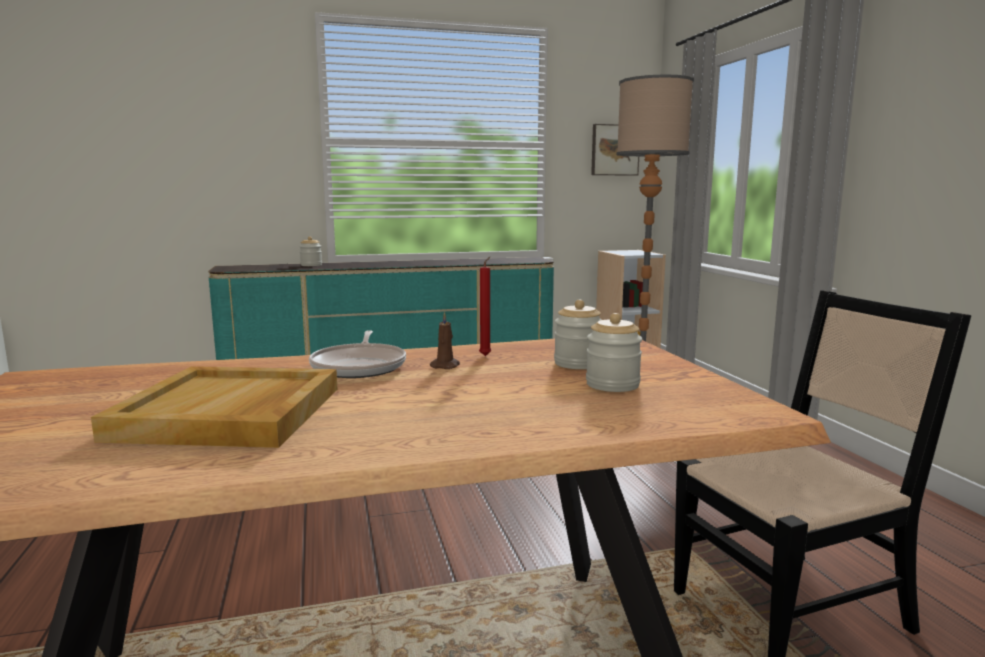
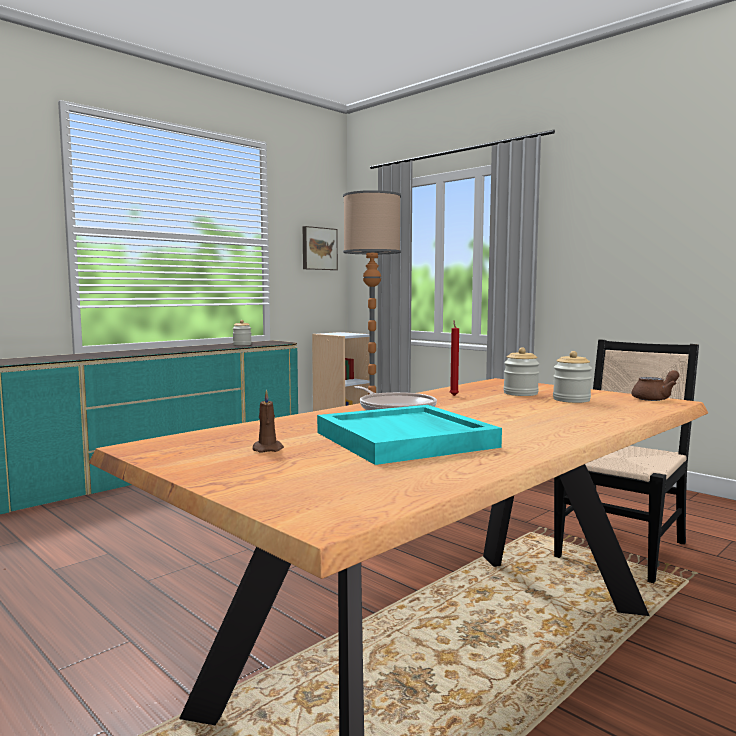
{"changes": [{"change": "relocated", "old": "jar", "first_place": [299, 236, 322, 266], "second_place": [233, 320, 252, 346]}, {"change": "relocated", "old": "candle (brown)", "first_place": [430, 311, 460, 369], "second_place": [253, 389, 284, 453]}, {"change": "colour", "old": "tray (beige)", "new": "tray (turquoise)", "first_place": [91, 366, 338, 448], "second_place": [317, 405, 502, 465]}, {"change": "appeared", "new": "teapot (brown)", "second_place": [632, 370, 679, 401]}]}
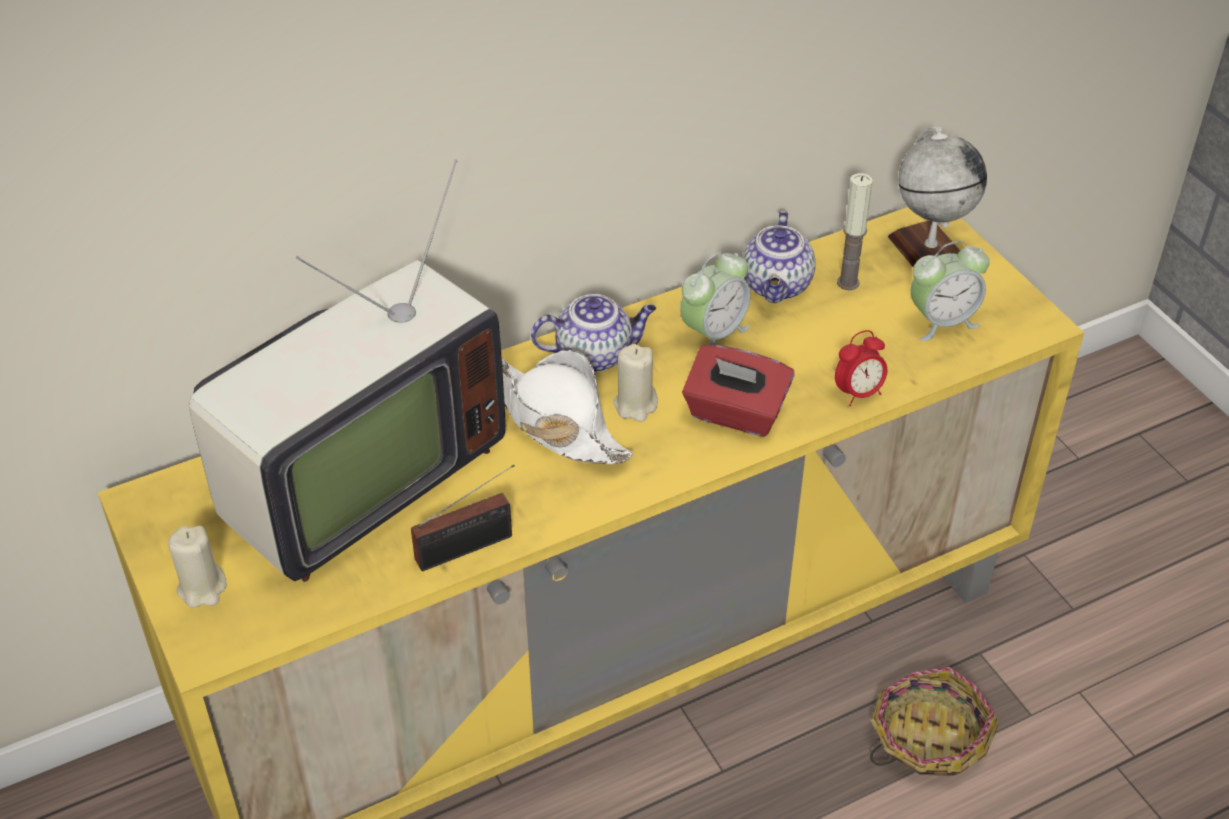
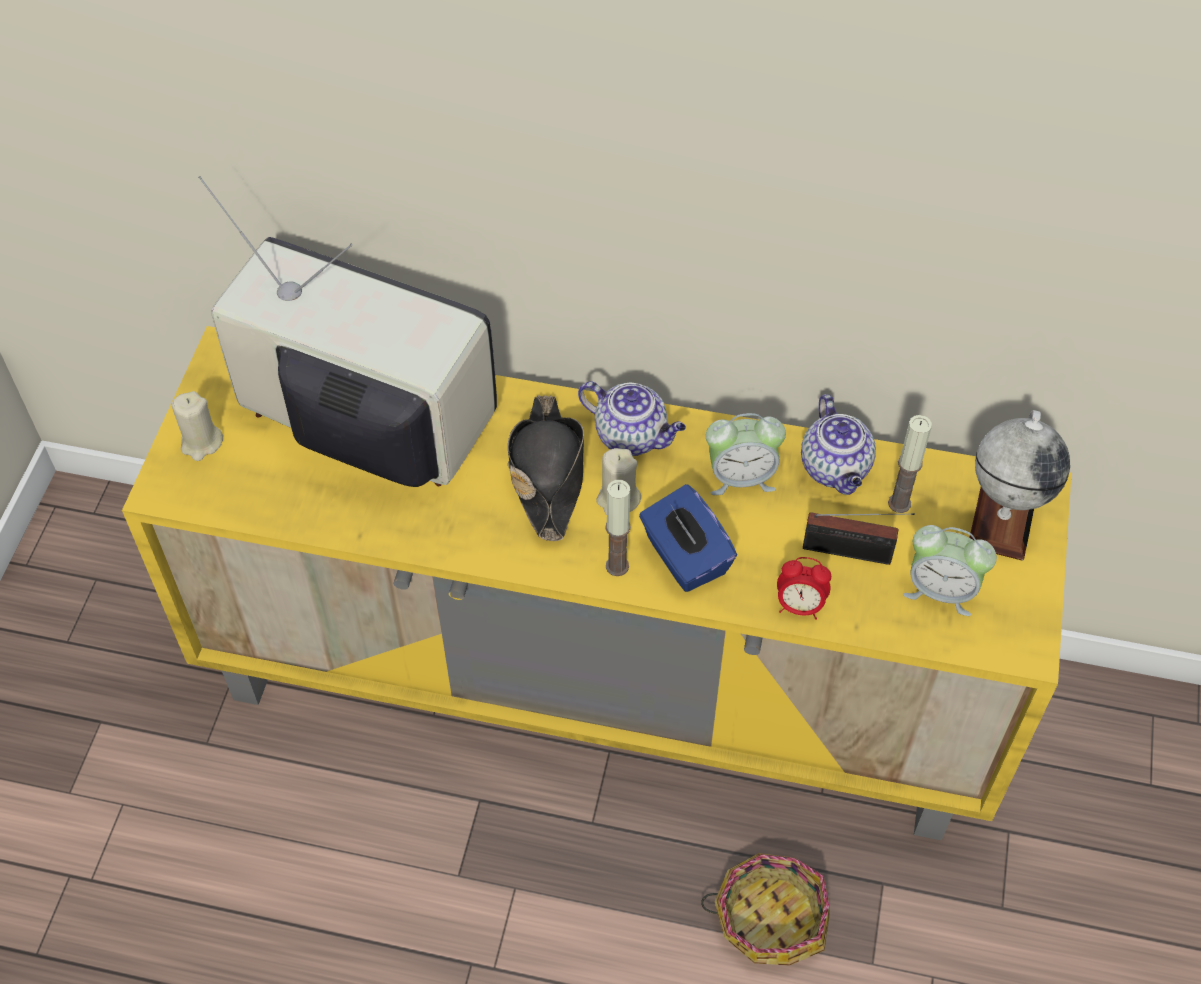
{"changes": [{"change": "spun", "old": "television", "first_place": [189, 160, 506, 582], "second_place": [198, 176, 497, 487], "degrees": -150}, {"change": "colour", "old": "hat (white)", "new": "hat (black)", "first_place": [502, 350, 633, 464], "second_place": [508, 395, 584, 541]}, {"change": "appeared", "new": "candle", "second_place": [605, 480, 631, 576]}, {"change": "colour", "old": "tissue box (red)", "new": "tissue box (blue)", "first_place": [682, 345, 795, 436], "second_place": [639, 484, 737, 592]}, {"change": "spun", "old": "teapot", "first_place": [742, 211, 816, 303], "second_place": [801, 394, 876, 495], "degrees": -60}, {"change": "relocated", "old": "radio", "first_place": [411, 464, 514, 571], "second_place": [803, 512, 915, 565]}]}
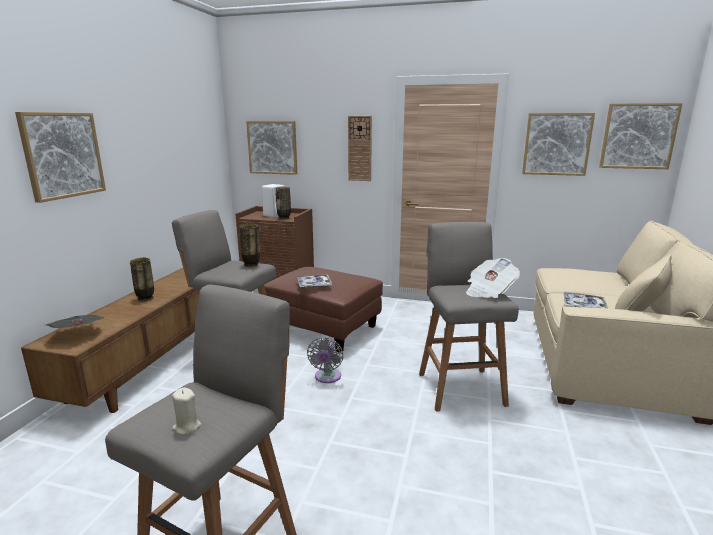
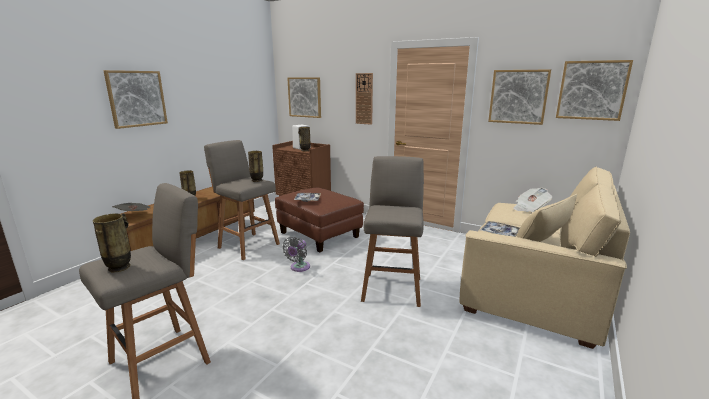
{"changes": [{"change": "exchanged", "old": "candle (beige)", "new": "vase", "first_place": [172, 388, 201, 435], "second_place": [93, 213, 131, 272]}, {"change": "relocated", "old": "newspaper", "first_place": [466, 258, 520, 298], "second_place": [513, 188, 552, 212]}]}
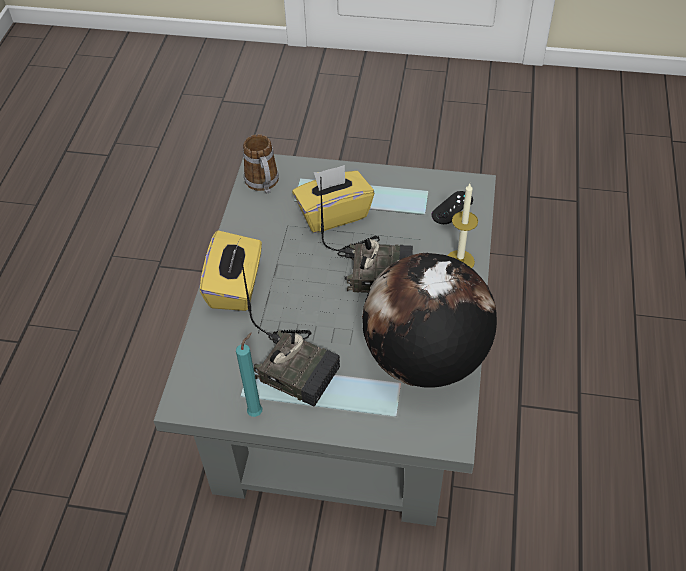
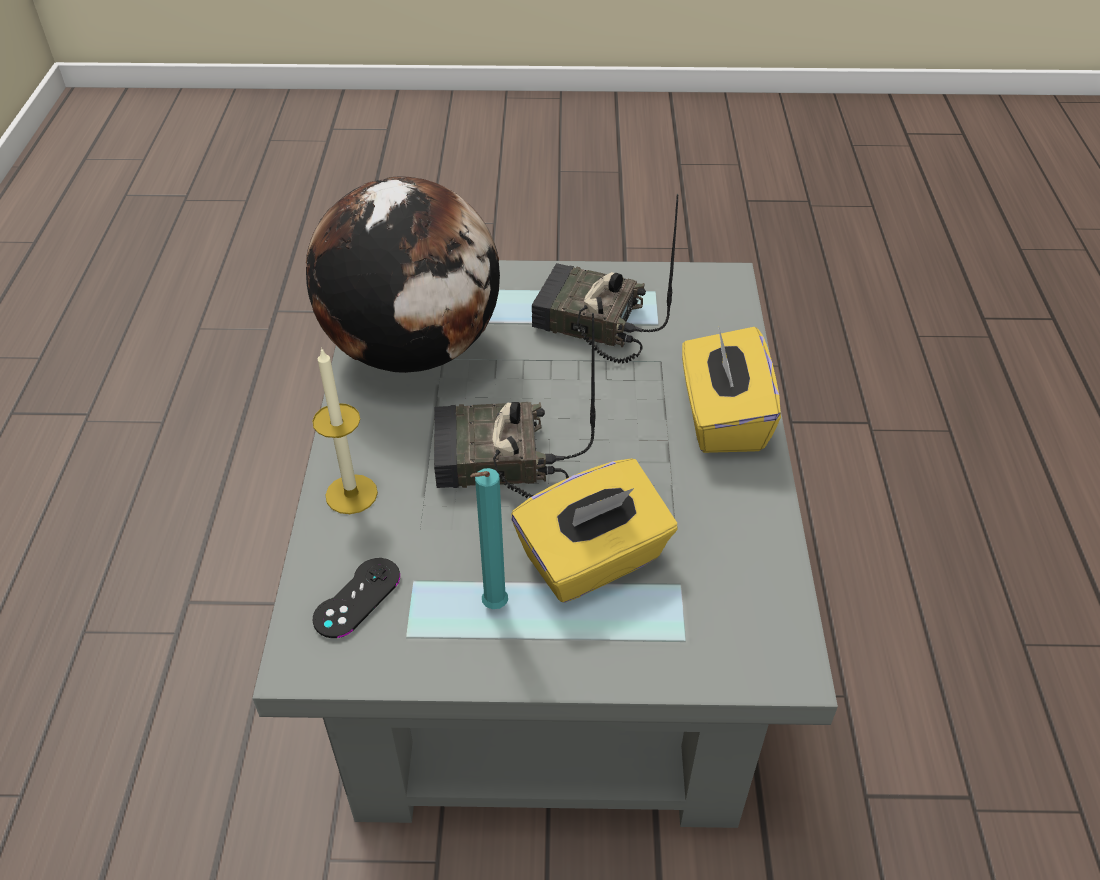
{"changes": [{"change": "relocated", "old": "candle (turquoise)", "first_place": [236, 332, 263, 417], "second_place": [470, 468, 508, 609]}, {"change": "missing", "old": "mug", "first_place": [243, 134, 279, 194]}]}
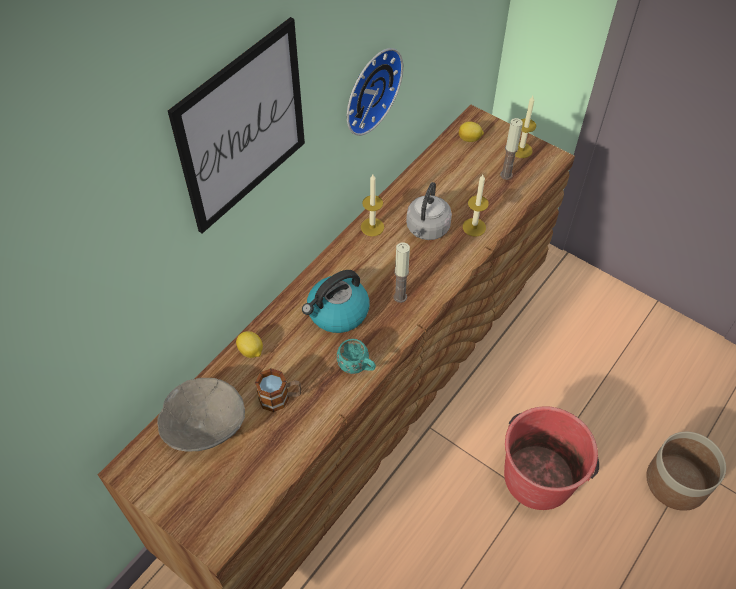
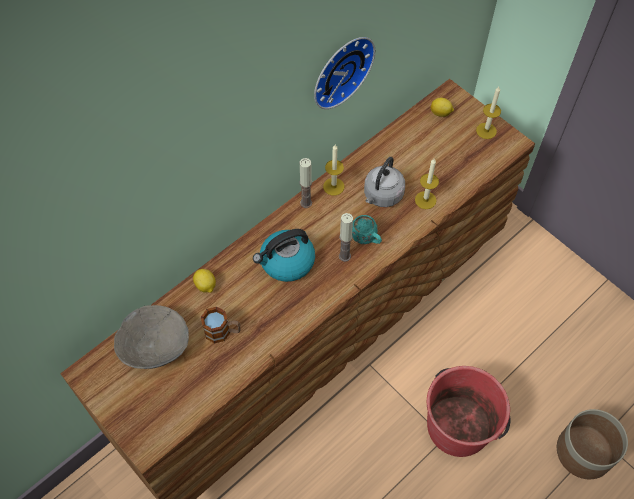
{"changes": [{"change": "relocated", "old": "candle", "first_place": [500, 118, 523, 180], "second_place": [299, 158, 312, 208]}, {"change": "relocated", "old": "mug (turquoise)", "first_place": [337, 339, 376, 374], "second_place": [352, 215, 382, 244]}, {"change": "missing", "old": "picture", "first_place": [168, 17, 305, 233]}]}
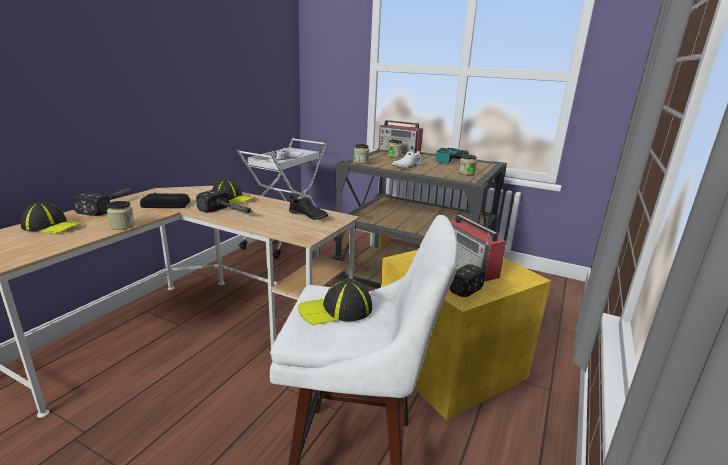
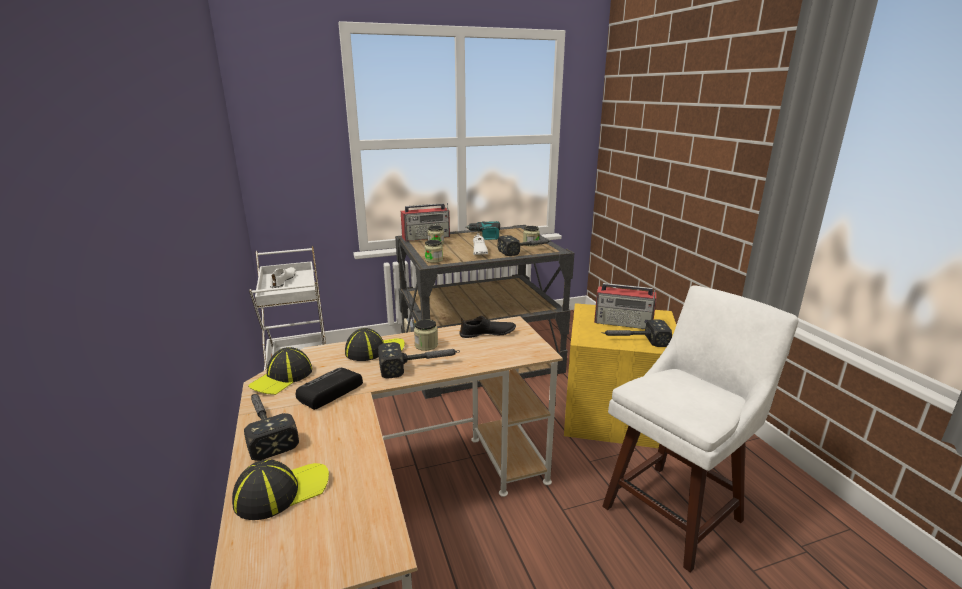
{"changes": [{"change": "relocated", "old": "cap", "first_place": [298, 279, 372, 325], "second_place": [248, 347, 312, 395]}, {"change": "relocated", "old": "jar", "first_place": [107, 201, 135, 230], "second_place": [414, 319, 438, 351]}, {"change": "appeared", "new": "hammer", "second_place": [498, 235, 551, 256]}]}
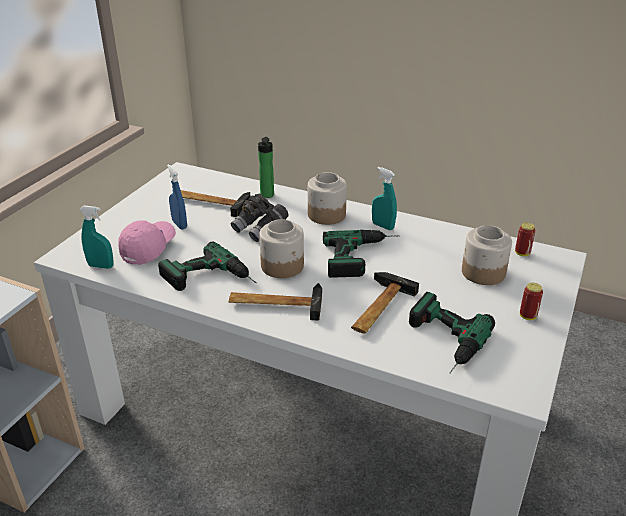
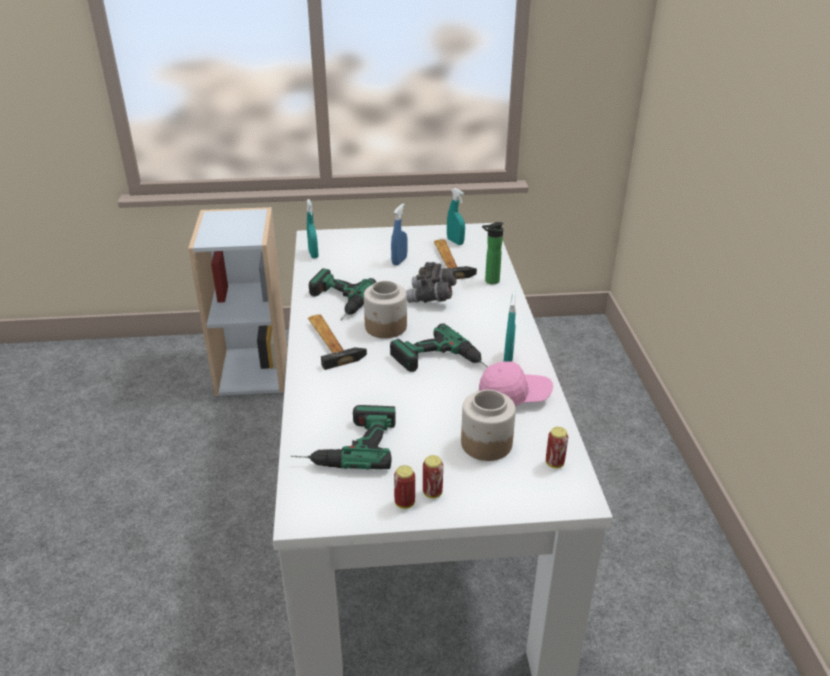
{"changes": [{"change": "appeared", "new": "can", "second_place": [394, 465, 415, 509]}, {"change": "appeared", "new": "spray bottle (turquoise)", "second_place": [447, 188, 465, 245]}, {"change": "relocated", "old": "cap (pink)", "first_place": [118, 220, 176, 265], "second_place": [479, 361, 553, 406]}, {"change": "missing", "old": "jar", "first_place": [308, 172, 347, 225]}, {"change": "missing", "old": "hammer", "first_place": [351, 272, 419, 333]}]}
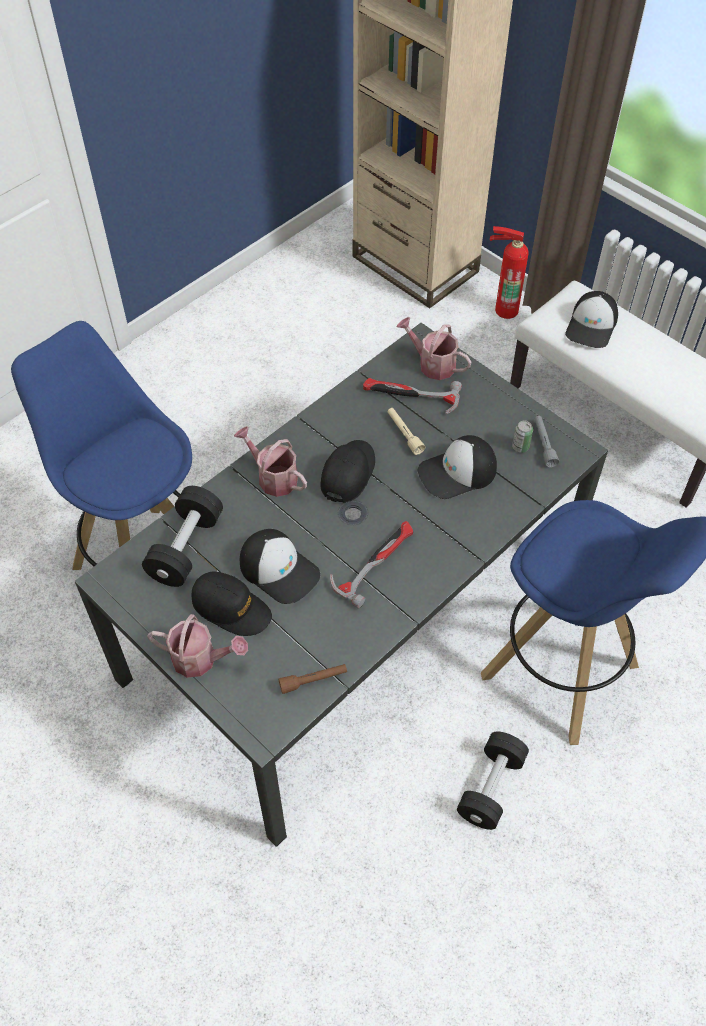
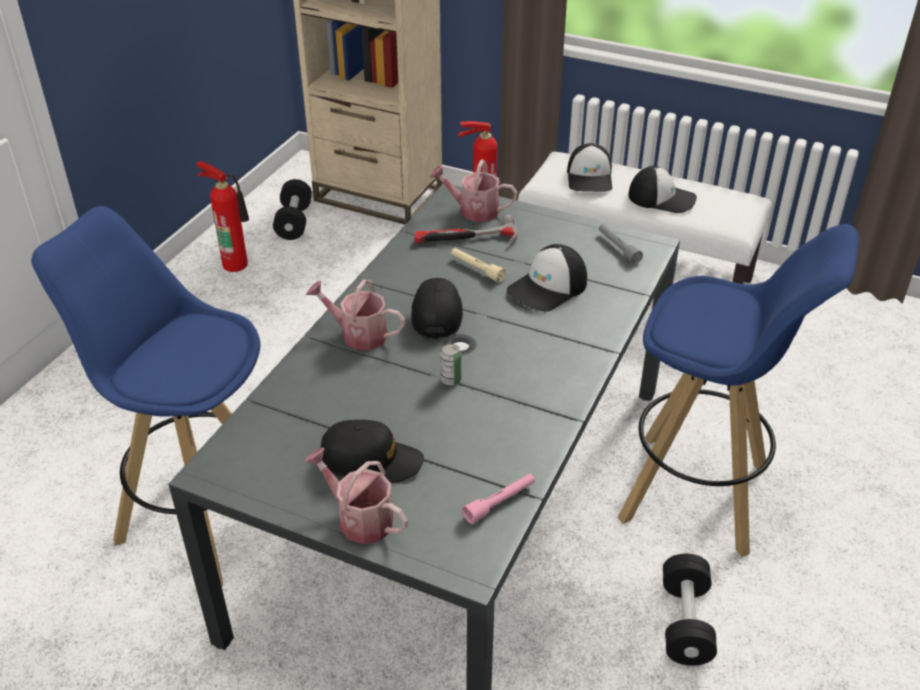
{"changes": [{"change": "appeared", "new": "fire extinguisher", "second_place": [196, 161, 249, 272]}, {"change": "relocated", "old": "dumbbell (black)", "first_place": [142, 486, 223, 587], "second_place": [273, 179, 312, 240]}, {"change": "spun", "old": "watering can", "first_place": [147, 614, 248, 678], "second_place": [304, 447, 408, 544], "degrees": -135}, {"change": "relocated", "old": "can", "first_place": [512, 421, 533, 453], "second_place": [440, 344, 461, 385]}, {"change": "colour", "old": "flashlight (brown)", "new": "flashlight (pink)", "first_place": [278, 664, 347, 694], "second_place": [462, 474, 535, 524]}, {"change": "relocated", "old": "cap", "first_place": [240, 529, 320, 604], "second_place": [628, 166, 697, 213]}, {"change": "missing", "old": "hammer", "first_place": [330, 521, 413, 608]}]}
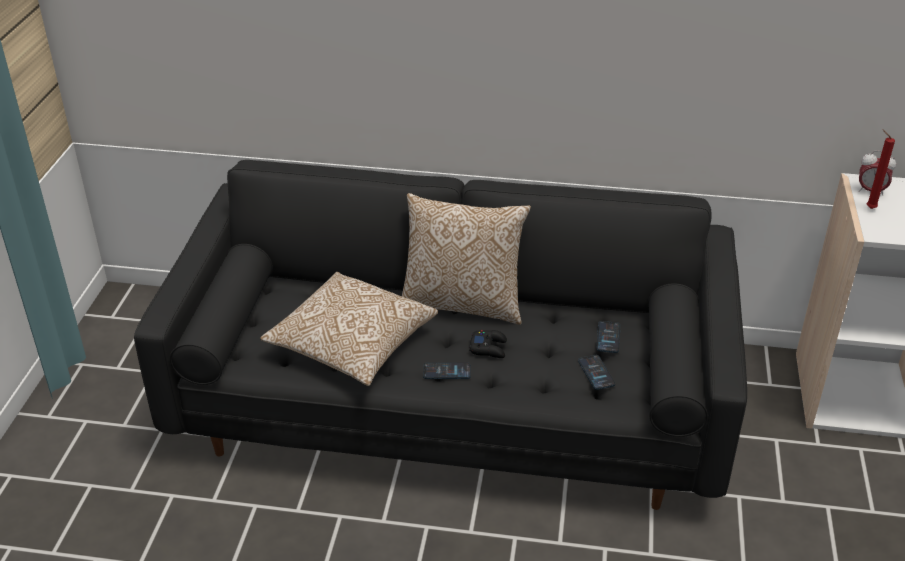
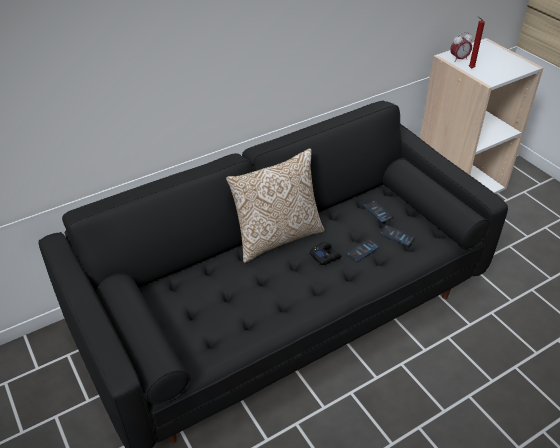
{"changes": [{"change": "relocated", "old": "phone", "first_place": [423, 362, 471, 379], "second_place": [346, 239, 379, 262]}, {"change": "missing", "old": "pillow", "first_place": [260, 272, 438, 386]}]}
